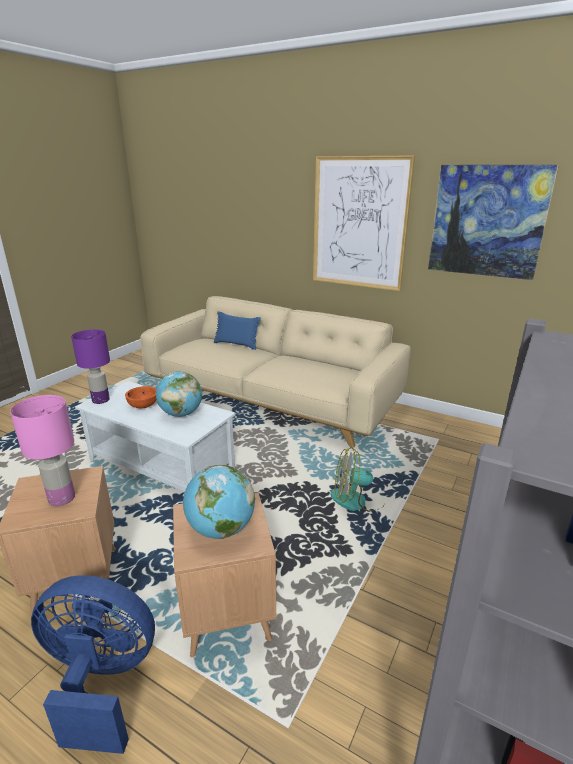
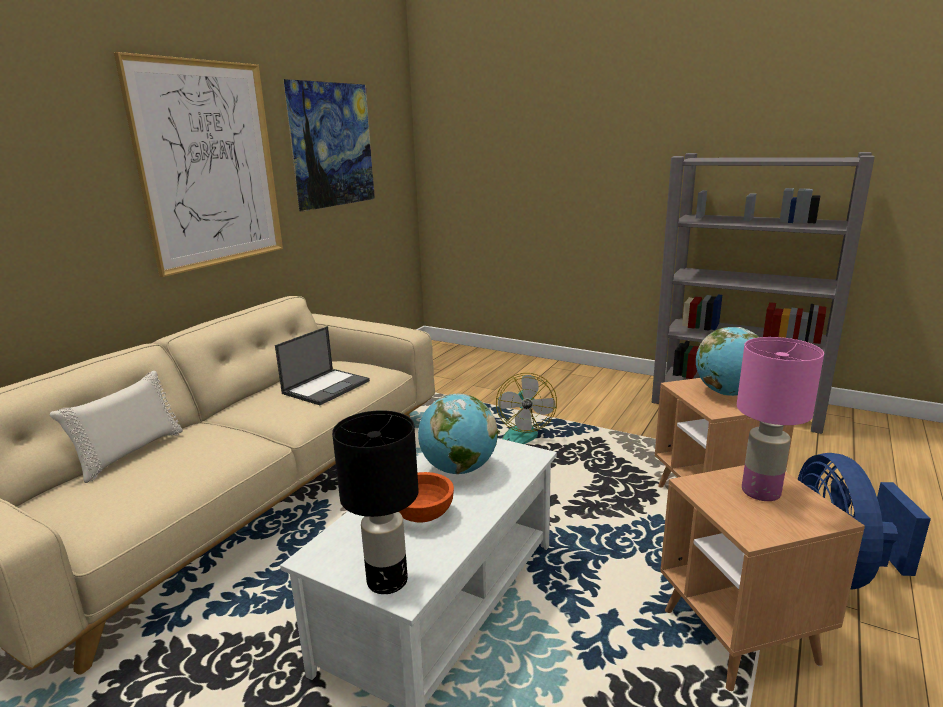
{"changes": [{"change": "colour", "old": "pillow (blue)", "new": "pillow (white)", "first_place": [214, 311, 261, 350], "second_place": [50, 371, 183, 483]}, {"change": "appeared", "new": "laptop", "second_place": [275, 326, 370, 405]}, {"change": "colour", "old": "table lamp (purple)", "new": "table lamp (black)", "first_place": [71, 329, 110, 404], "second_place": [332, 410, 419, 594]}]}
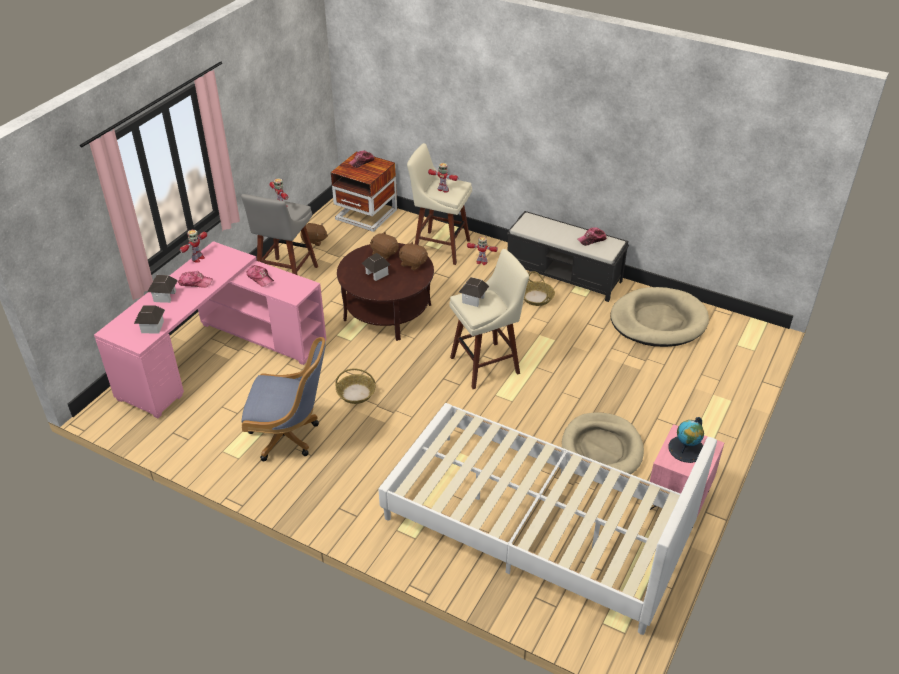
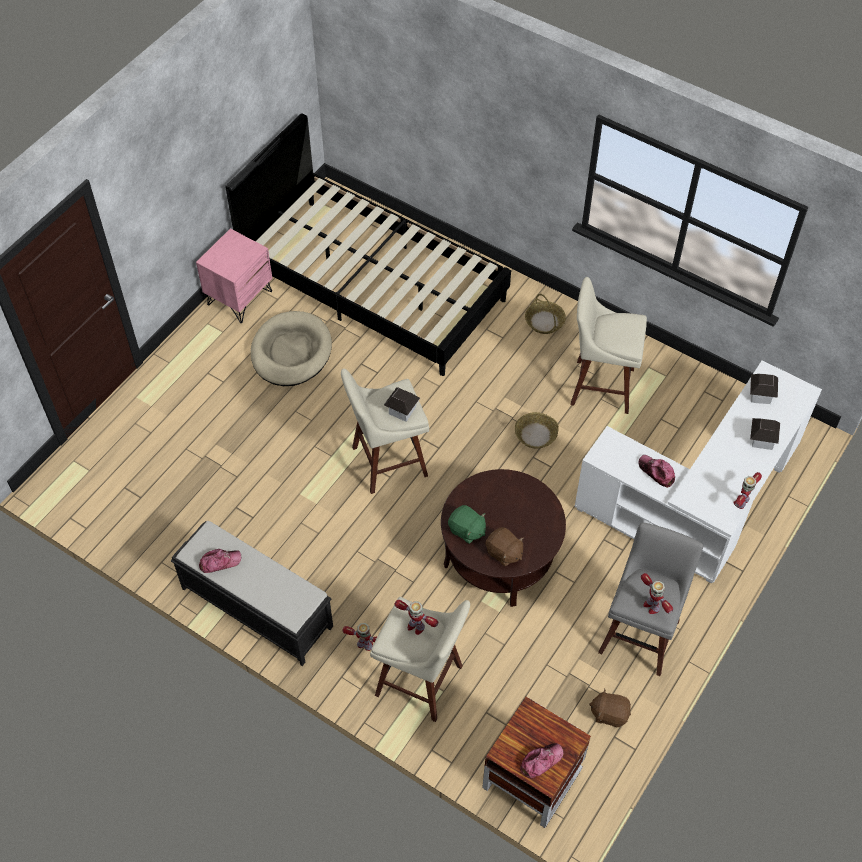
{"changes": [{"change": "colour", "old": "bed (white)", "new": "bed (black)", "first_place": [378, 403, 717, 635], "second_place": [225, 113, 511, 376]}, {"change": "colour", "old": "plush toy (brown)", "new": "plush toy (green)", "first_place": [399, 241, 428, 270], "second_place": [448, 505, 486, 544]}, {"change": "relocated", "old": "basket", "first_place": [524, 271, 555, 306], "second_place": [525, 294, 566, 334]}, {"change": "exchanged", "old": "office chair (blue)", "new": "stool (beige)", "first_place": [241, 337, 326, 461], "second_place": [570, 277, 647, 414]}, {"change": "colour", "old": "desk (pink)", "new": "desk (white)", "first_place": [94, 241, 327, 418], "second_place": [575, 360, 822, 584]}, {"change": "missing", "old": "cap", "first_place": [178, 271, 213, 288]}, {"change": "missing", "old": "toy house", "first_place": [362, 253, 390, 281]}, {"change": "missing", "old": "dog bed (beige)", "first_place": [610, 287, 709, 347]}, {"change": "missing", "old": "globe", "first_place": [669, 417, 704, 463]}]}
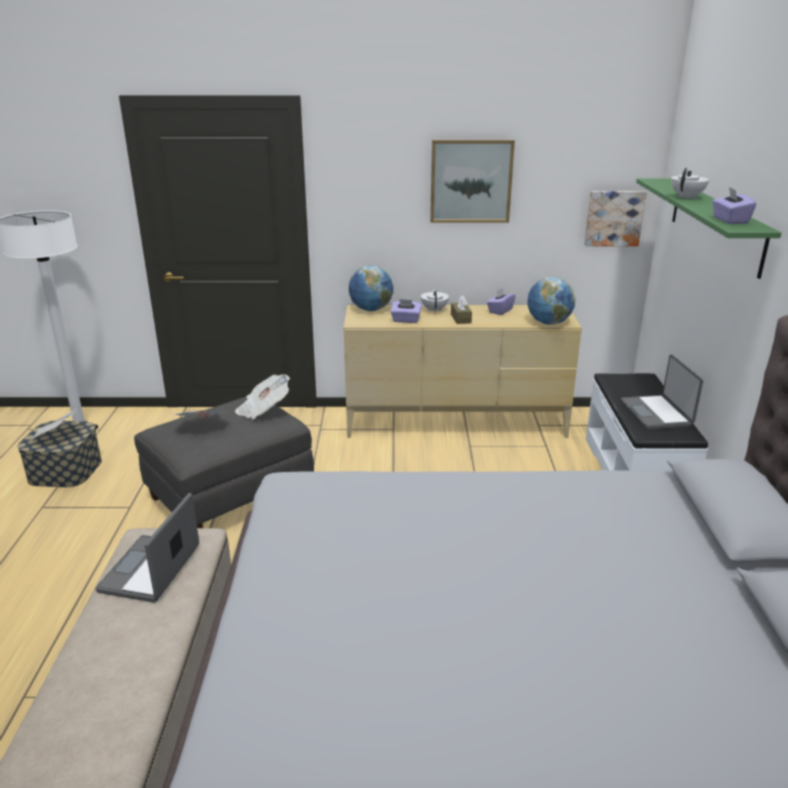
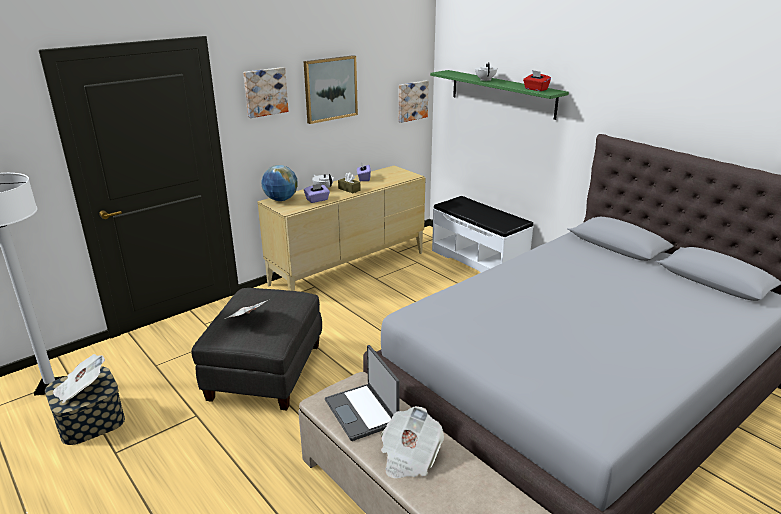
{"changes": [{"change": "appeared", "new": "picture", "second_place": [243, 67, 288, 118]}, {"change": "relocated", "old": "newspaper", "first_place": [235, 374, 290, 419], "second_place": [381, 406, 444, 478]}, {"change": "colour", "old": "tissue box (purple)", "new": "tissue box (red)", "first_place": [712, 187, 756, 224], "second_place": [523, 70, 551, 91]}, {"change": "missing", "old": "globe", "first_place": [527, 277, 576, 325]}, {"change": "missing", "old": "laptop", "first_place": [621, 355, 703, 430]}]}
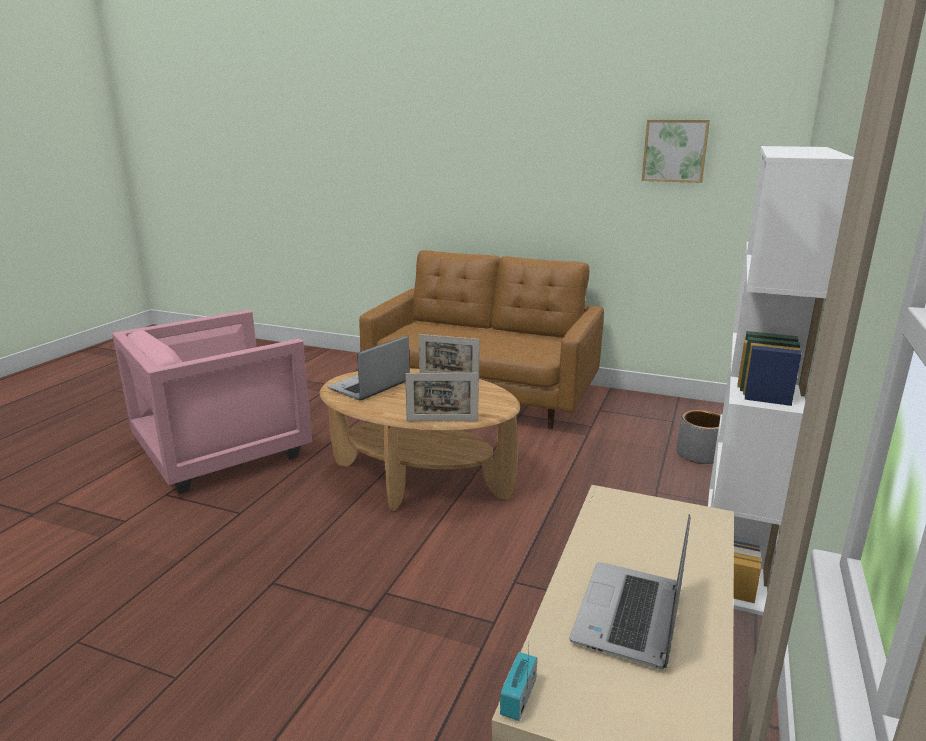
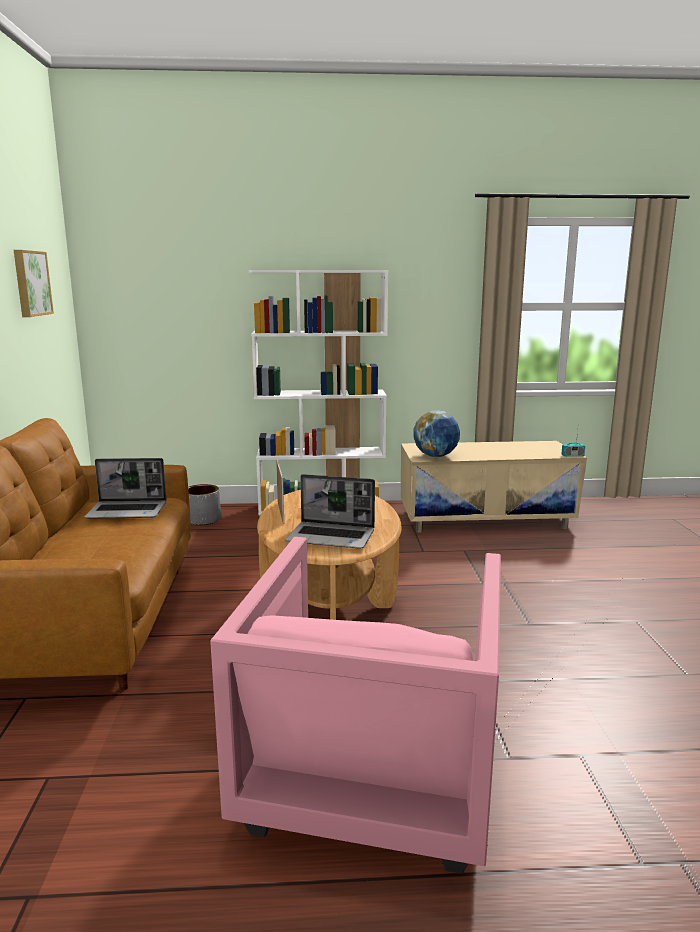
{"changes": [{"change": "relocated", "old": "laptop", "first_place": [570, 514, 690, 669], "second_place": [84, 458, 166, 519]}, {"change": "spun", "old": "armchair (pink)", "first_place": [112, 310, 312, 493], "second_place": [210, 537, 501, 874], "degrees": 75}, {"change": "appeared", "new": "globe", "second_place": [413, 410, 460, 457]}, {"change": "missing", "old": "picture frame", "first_place": [405, 373, 479, 421]}]}
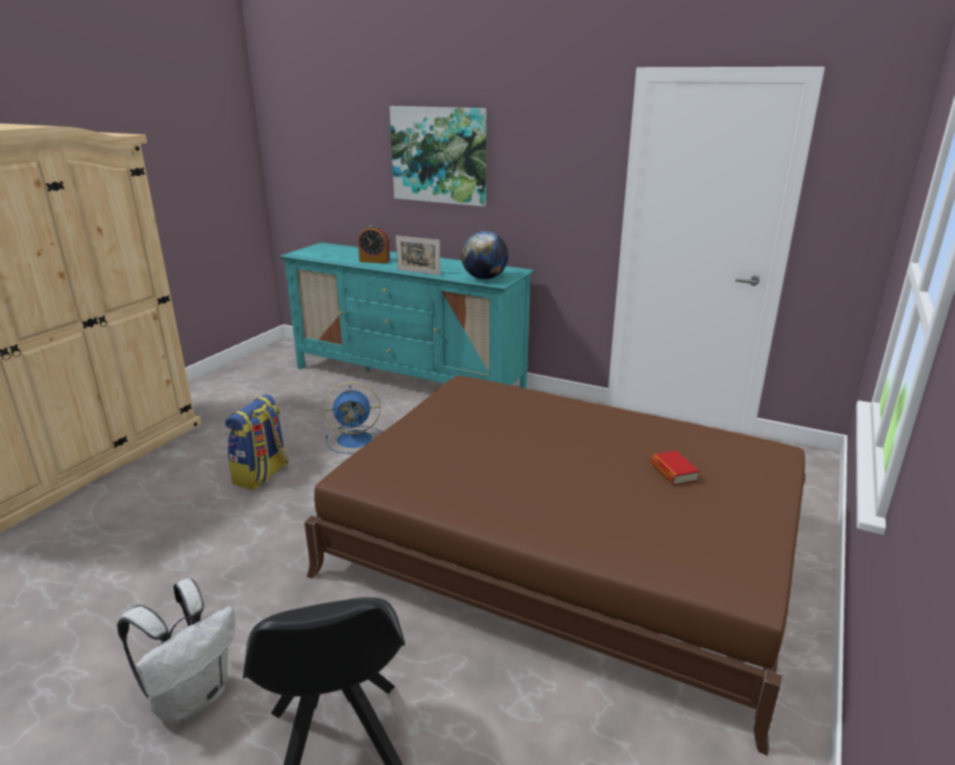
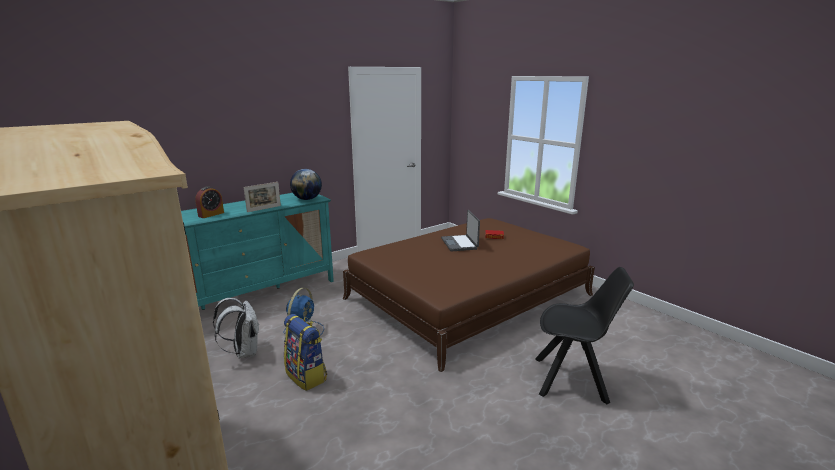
{"changes": [{"change": "relocated", "old": "backpack (white)", "first_place": [117, 578, 235, 724], "second_place": [213, 298, 259, 359]}, {"change": "appeared", "new": "laptop", "second_place": [441, 210, 480, 252]}, {"change": "missing", "old": "picture", "first_place": [389, 106, 486, 207]}]}
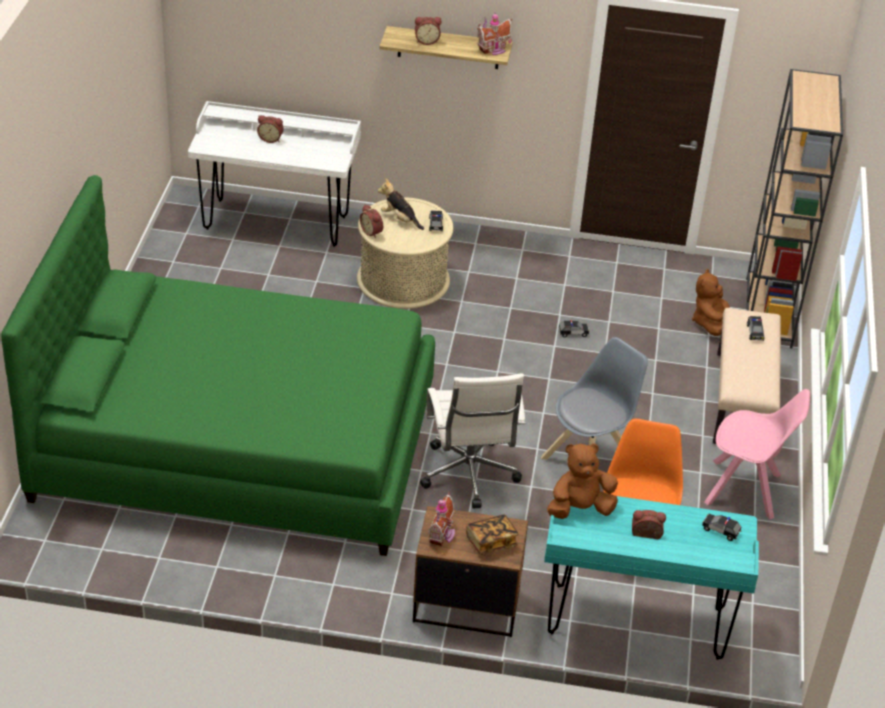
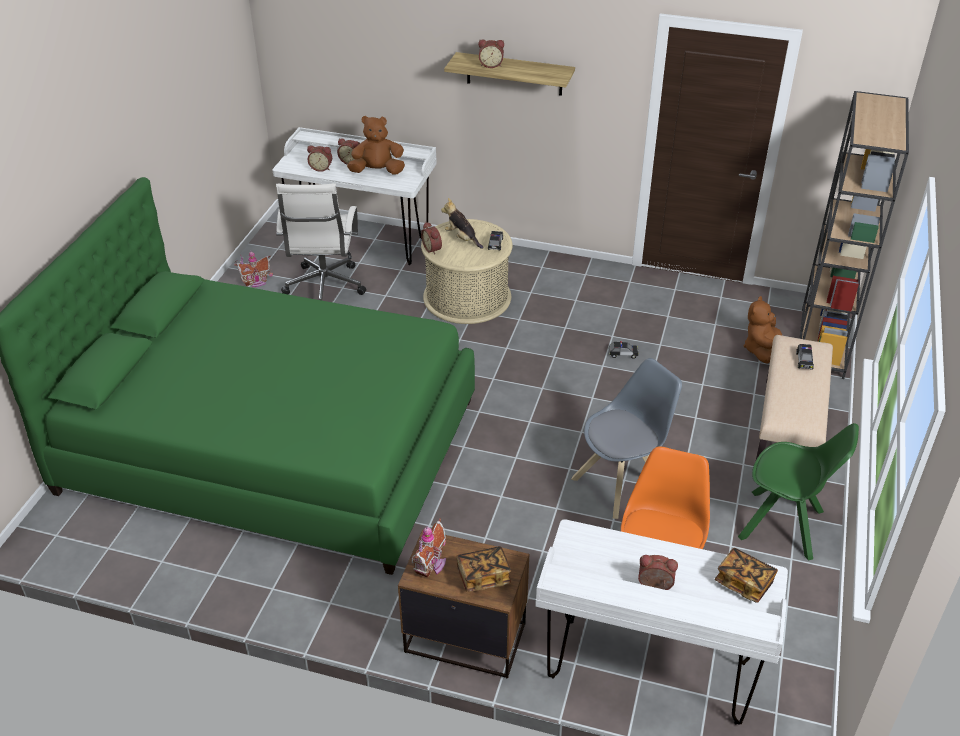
{"changes": [{"change": "relocated", "old": "toy house", "first_place": [477, 12, 512, 55], "second_place": [234, 252, 273, 287]}, {"change": "relocated", "old": "office chair (white)", "first_place": [420, 373, 525, 509], "second_place": [276, 183, 367, 301]}, {"change": "appeared", "new": "alarm clock", "second_place": [307, 146, 332, 172]}, {"change": "relocated", "old": "plush toy (brown)", "first_place": [547, 443, 618, 519], "second_place": [347, 116, 405, 175]}, {"change": "colour", "old": "desk (turquoise)", "new": "desk (white)", "first_place": [544, 496, 759, 660], "second_place": [535, 519, 788, 725]}, {"change": "exchanged", "old": "toy car", "new": "book", "first_place": [702, 514, 741, 541], "second_place": [715, 548, 778, 603]}, {"change": "colour", "old": "chair (pink)", "new": "chair (green)", "first_place": [704, 389, 810, 519], "second_place": [738, 423, 859, 560]}]}
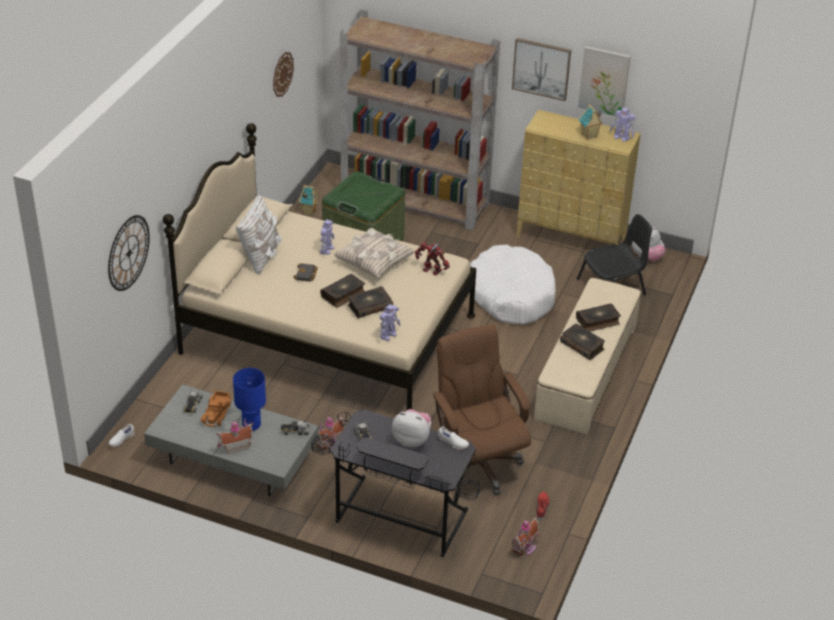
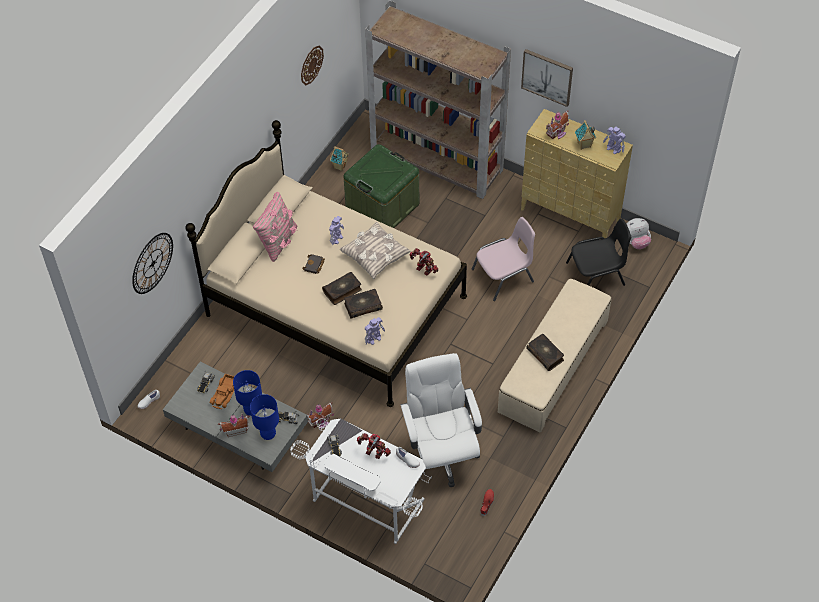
{"changes": [{"change": "appeared", "new": "table lamp (blue)", "second_place": [250, 394, 279, 440]}, {"change": "colour", "old": "pillow (white)", "new": "pillow (pink)", "first_place": [236, 195, 282, 274], "second_place": [253, 192, 297, 262]}, {"change": "colour", "old": "desk (black)", "new": "desk (white)", "first_place": [311, 410, 484, 557], "second_place": [290, 418, 432, 544]}, {"change": "exchanged", "old": "plush toy", "new": "toy robot", "first_place": [392, 409, 431, 447], "second_place": [357, 433, 391, 459]}, {"change": "colour", "old": "office chair (brown)", "new": "office chair (white)", "first_place": [432, 325, 531, 495], "second_place": [400, 353, 482, 487]}, {"change": "exchanged", "old": "dog bed (white)", "new": "chair (pink)", "first_place": [470, 245, 556, 325], "second_place": [472, 217, 535, 301]}, {"change": "relocated", "old": "toy house", "first_place": [511, 517, 539, 556], "second_place": [546, 110, 569, 139]}, {"change": "missing", "old": "book", "first_place": [576, 304, 621, 331]}, {"change": "missing", "old": "picture", "first_place": [578, 46, 631, 116]}]}
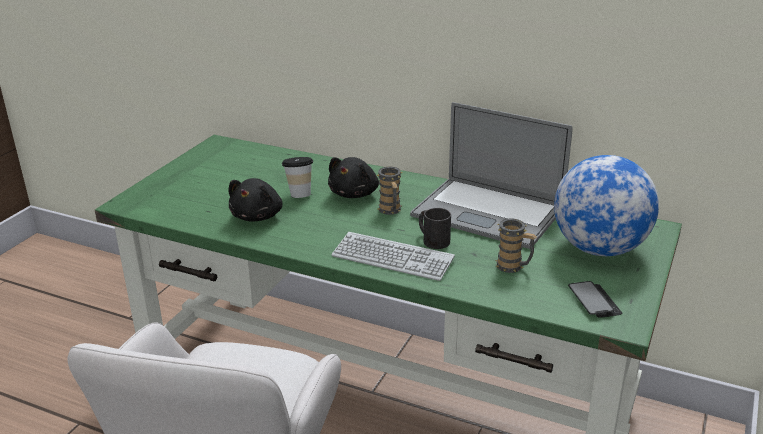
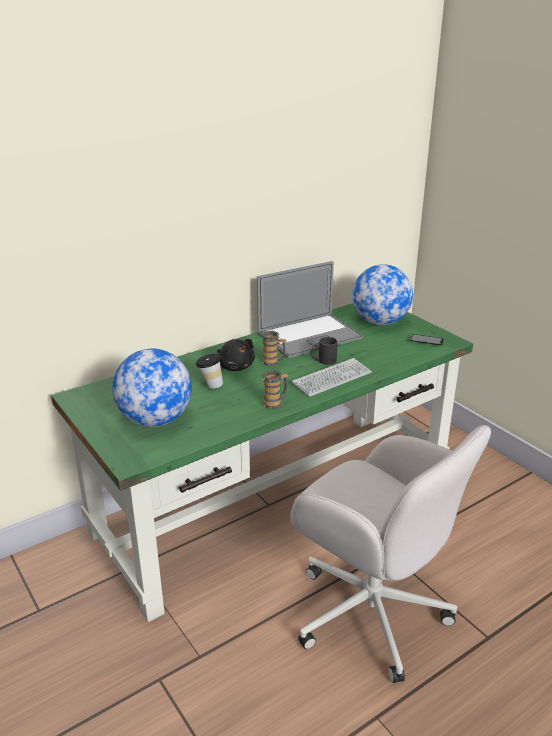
{"changes": [{"change": "appeared", "new": "globe", "second_place": [112, 349, 192, 427]}, {"change": "relocated", "old": "mug", "first_place": [495, 218, 537, 273], "second_place": [262, 370, 289, 409]}, {"change": "missing", "old": "plush toy (black)", "first_place": [228, 178, 283, 222]}]}
